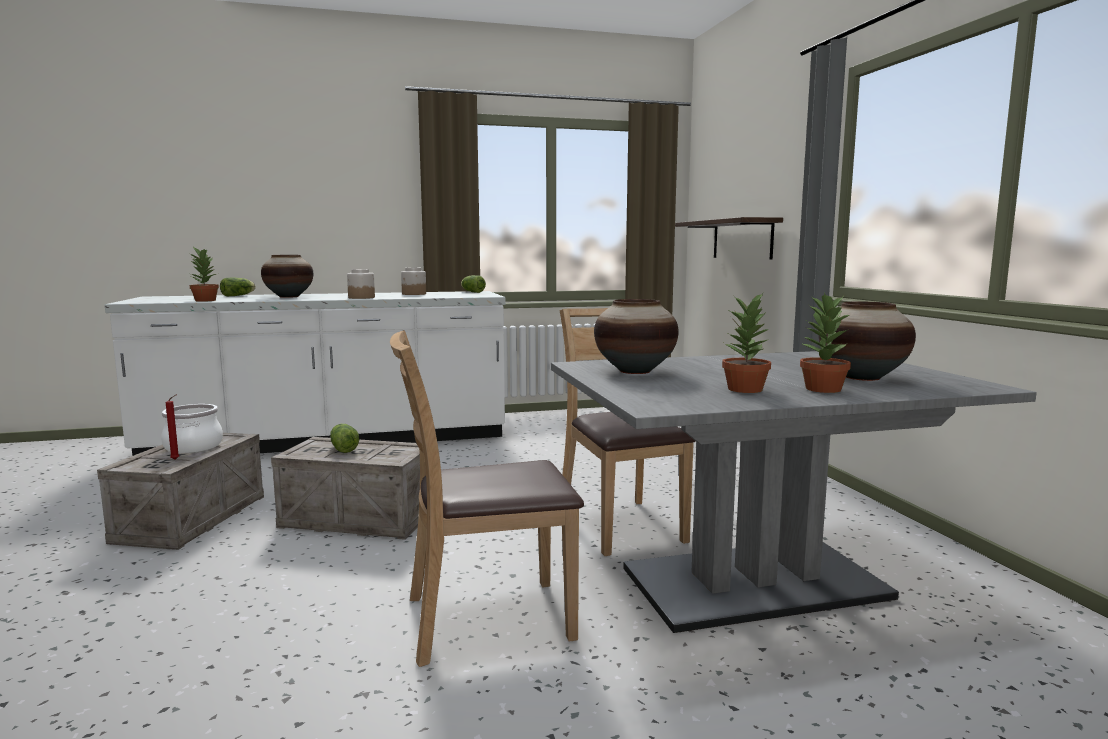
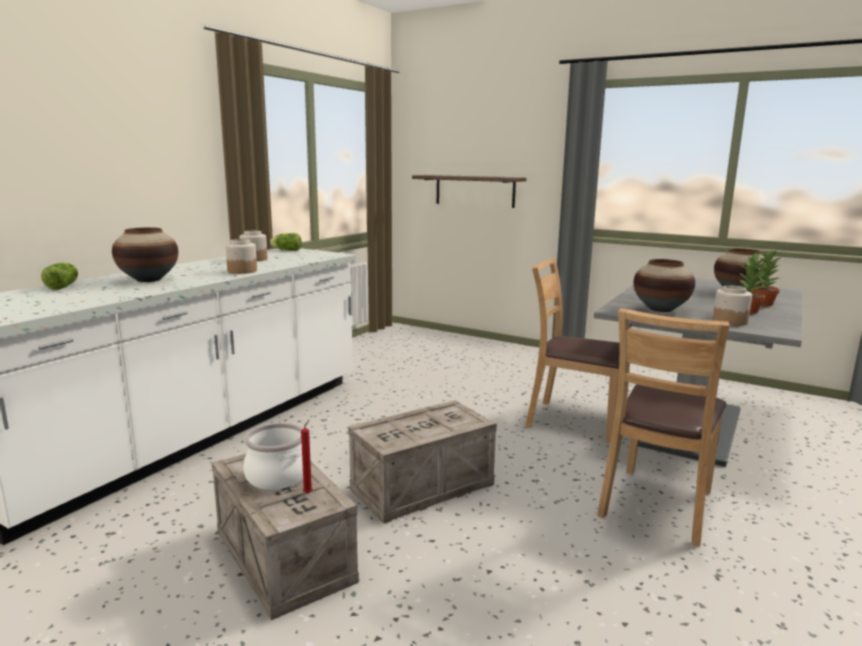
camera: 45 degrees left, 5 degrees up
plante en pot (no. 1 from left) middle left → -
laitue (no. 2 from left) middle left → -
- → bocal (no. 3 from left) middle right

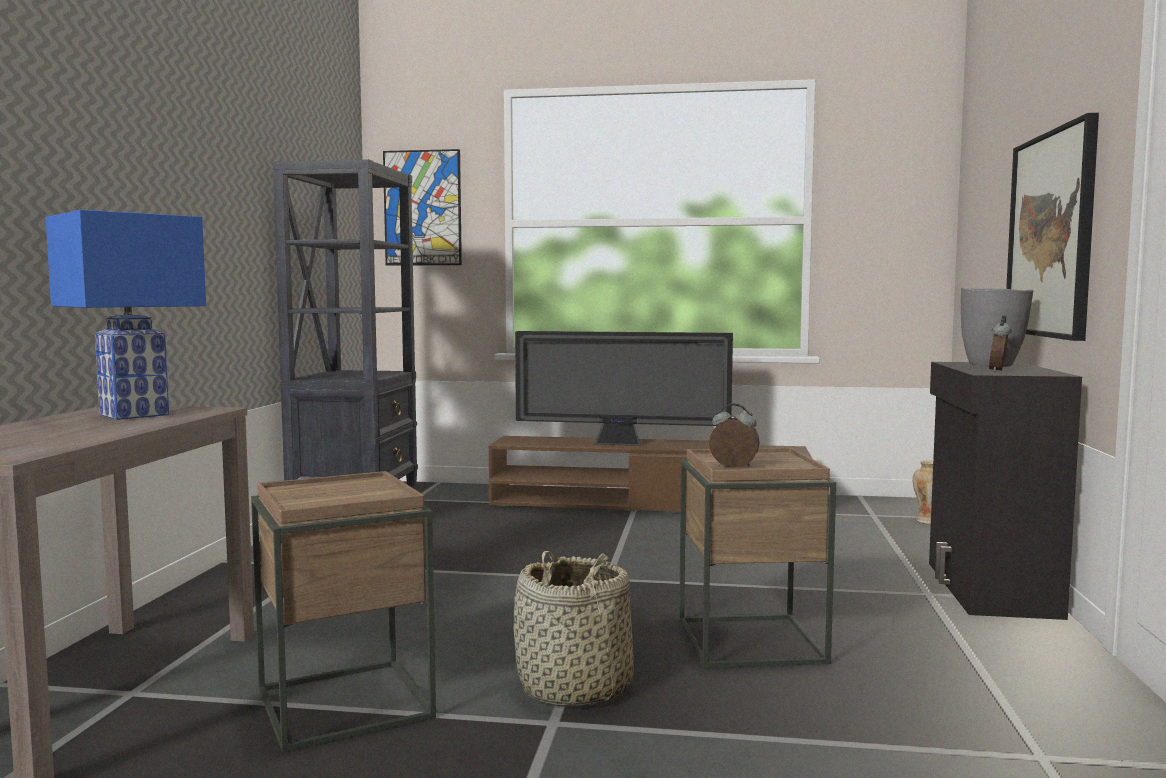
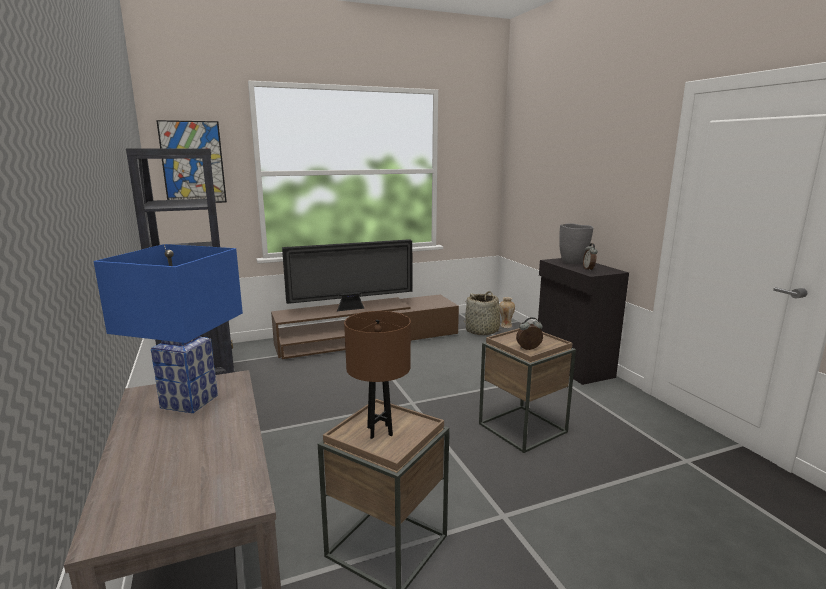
camera: 30 degrees left, 10 degrees up
tableau (no. 2 from left) top right → -
panier bottom centre → panier centre, relocated
- → lampe de table (marron) centre

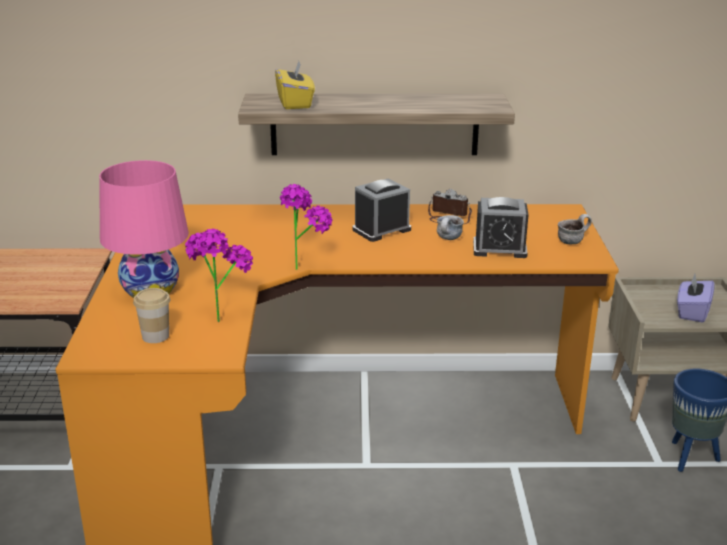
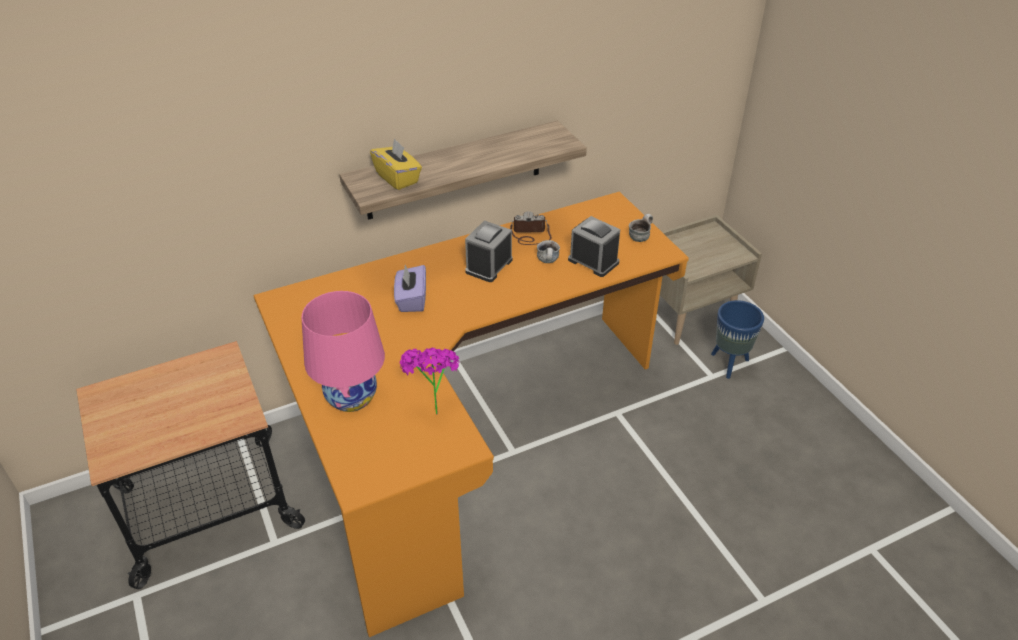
camera: 25 degrees left, 15 degrees up
plante en pot (no. 2 from left) centre → -
réveil (no. 2 from left) middle right → réveil (no. 2 from left) centre, 120 degrees counterclockwise
boîte à mouchoirs (violet) middle right → boîte à mouchoirs (violet) centre, relocated
tasse middle left → -

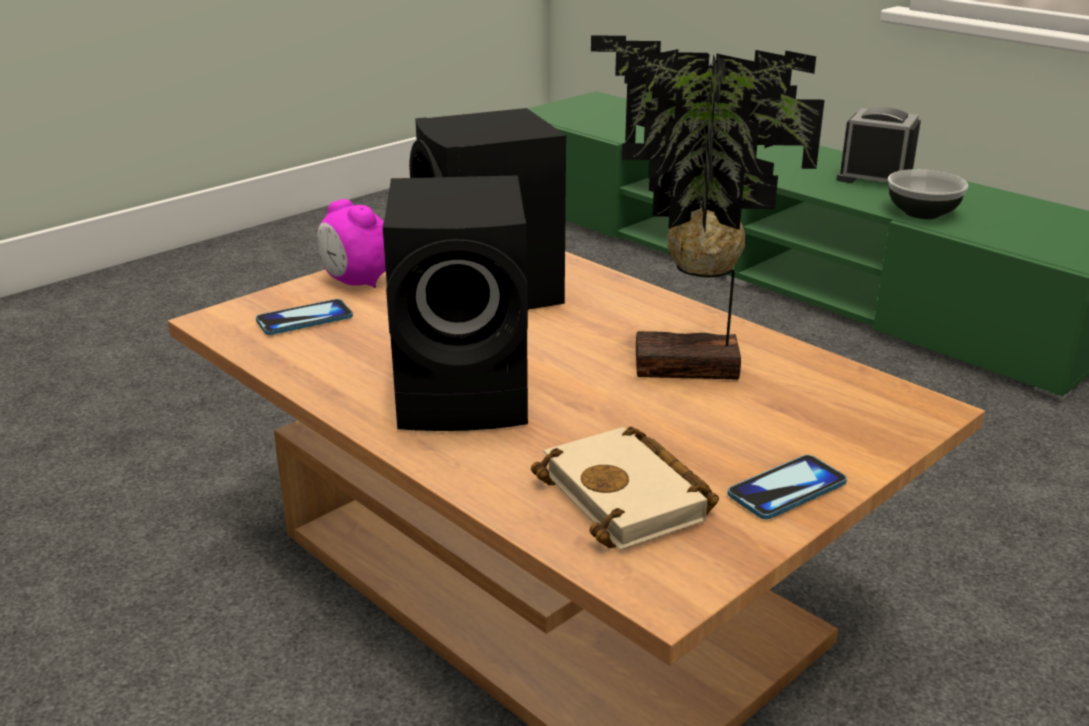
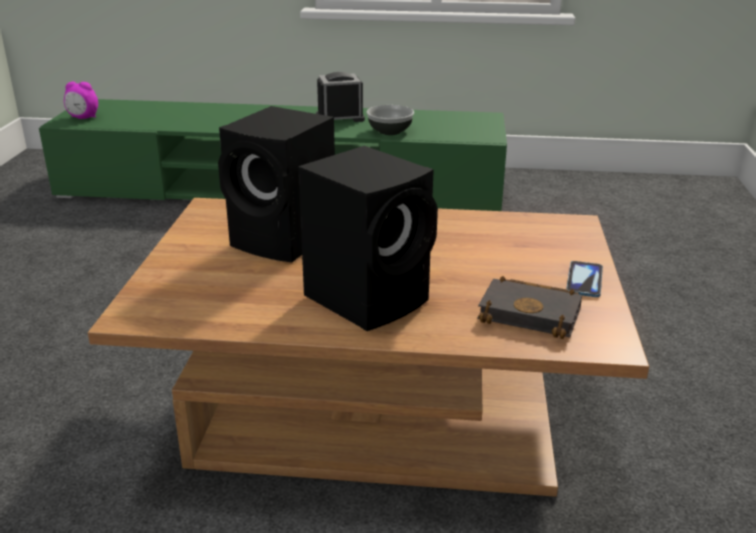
camera: 40 degrees left, 0 degrees up
plante en pot top centre → -
réveil (no. 1 from left) middle left → réveil (no. 1 from left) top left, relocated
téléphone (no. 1 from left) middle left → -
livre (beige) bottom centre → livre (noir) middle right

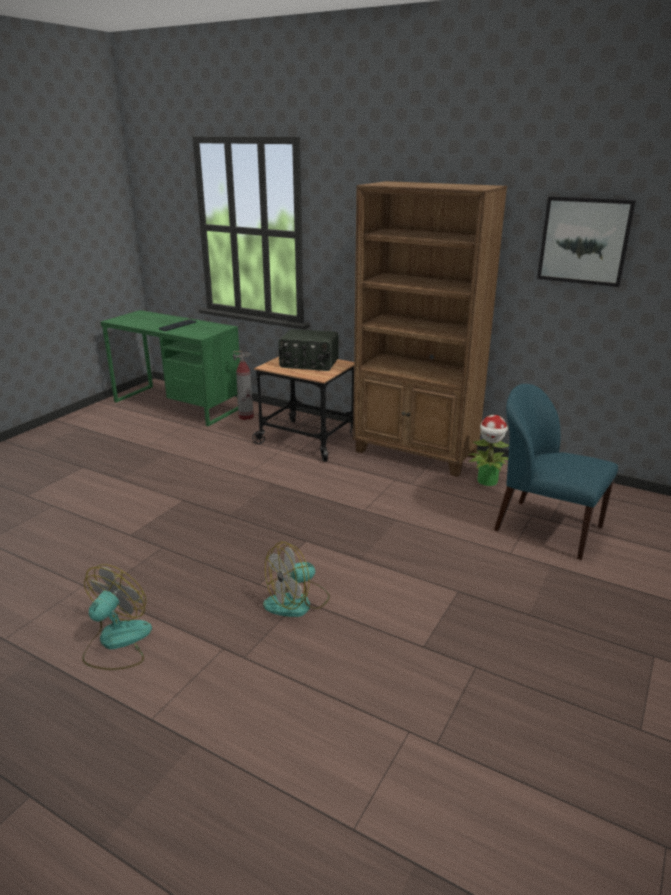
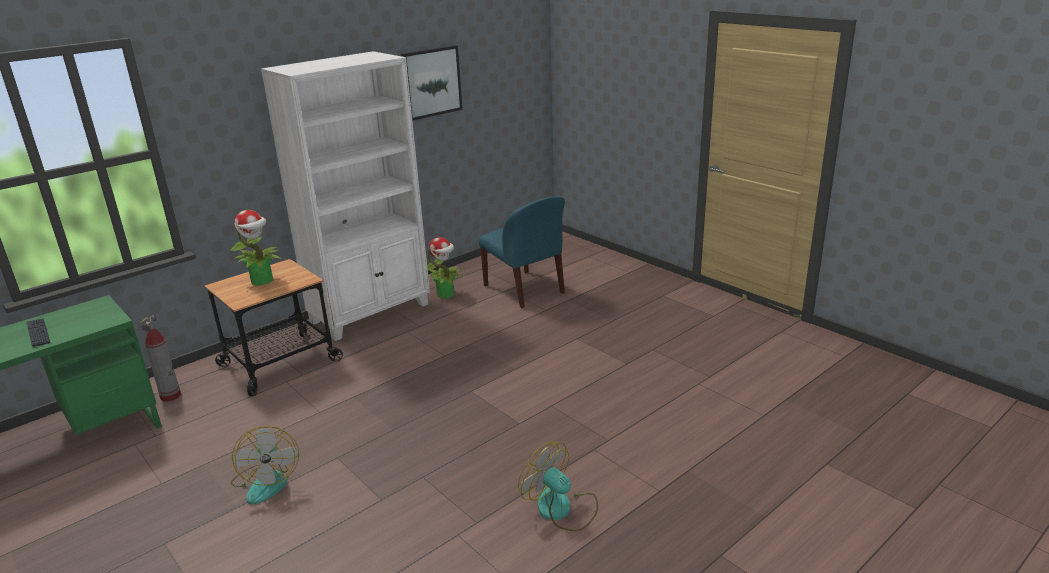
camera: 70 degrees left, 0 degrees up
bibliothèque (marron) centre → bibliothèque (blanc) middle left
radio centre → plante en pot (no. 1 from left) middle left
chaise (bleu) middle right → chaise (bleu) centre, 90 degrees counterclockwise
ventilateur (no. 2 from left in the first image) centre → ventilateur (no. 1 from left) bottom left, relocated

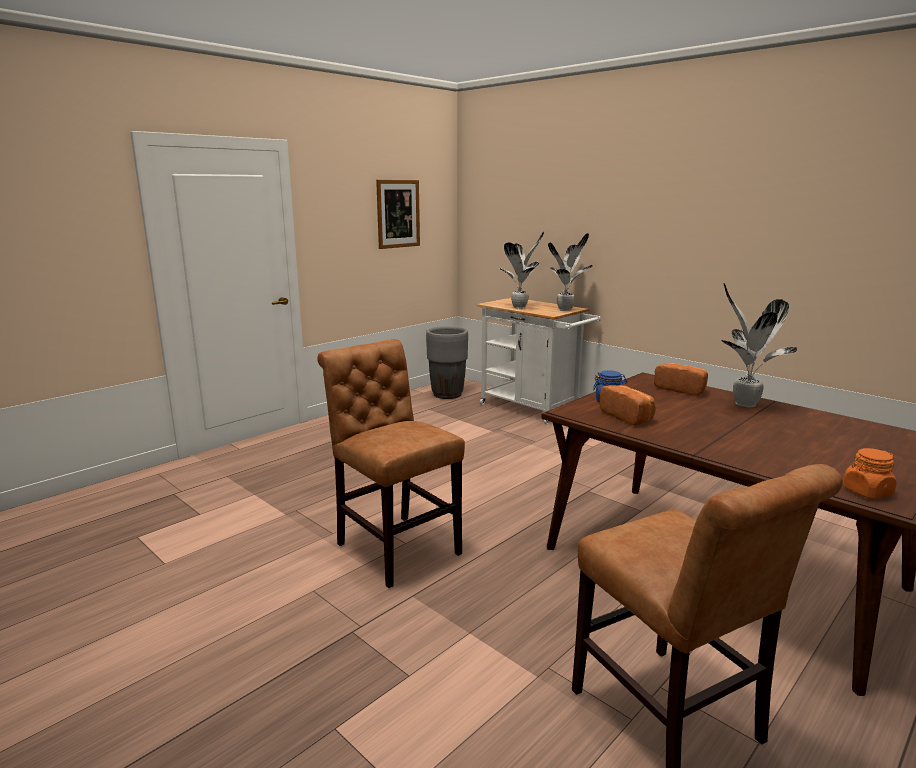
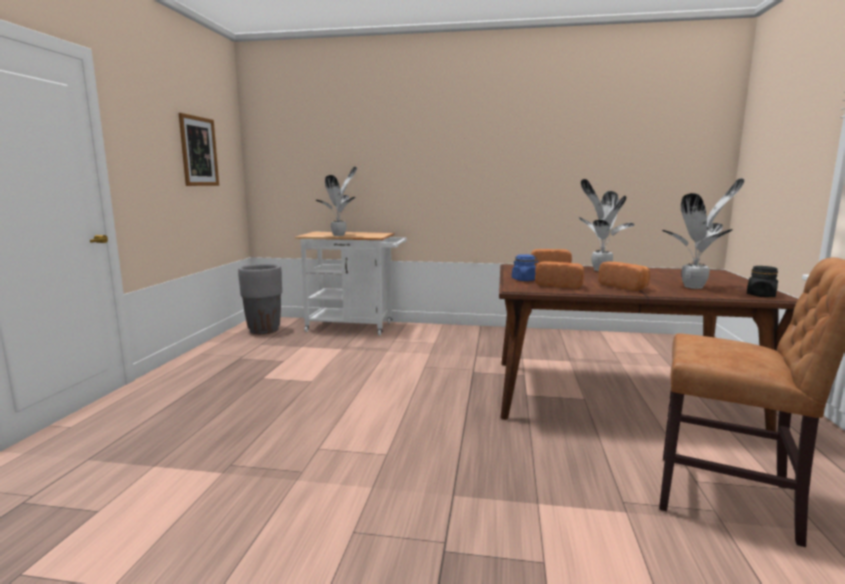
camera: 35 degrees left, 5 degrees down
plante en pot (no. 2 from left in the first image) centre → plante en pot (no. 3 from left) middle right, relocated
chaise (marron) (no. 1 from left) centre → -
bocal (orange) middle right → bocal (noir) middle right
- → pain (no. 3 from left) middle right

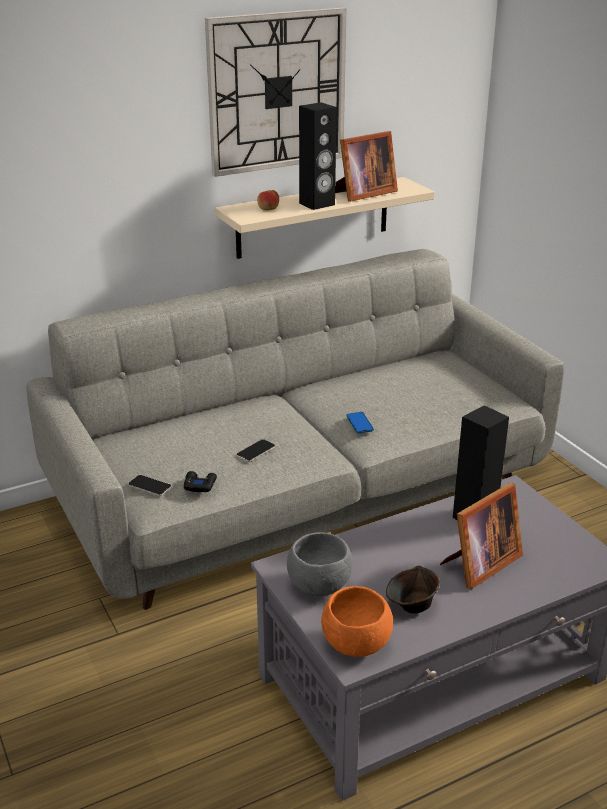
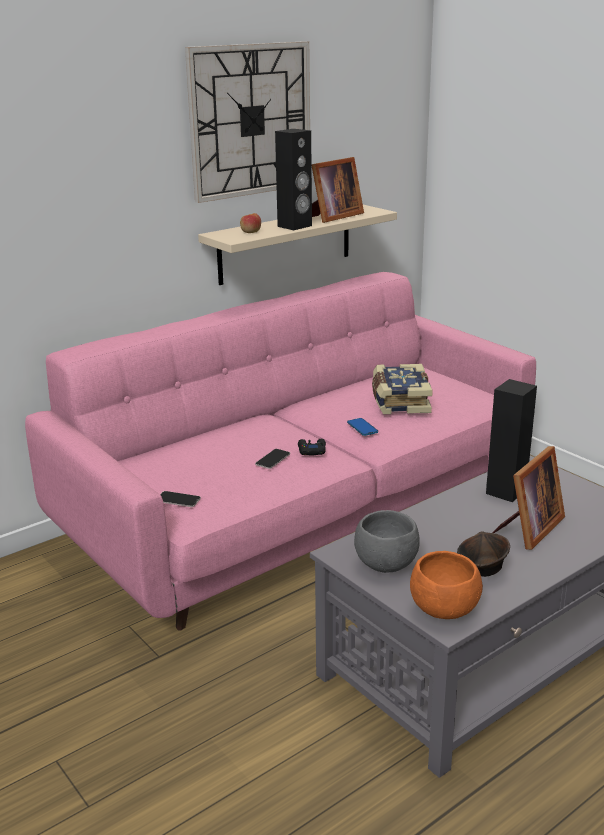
camera: 10 degrees left, 5 degrees down
canapé (gris) centre → canapé (rose) centre
manette (noir) middle left → manette (noir) centre, relocated
- → livre centre

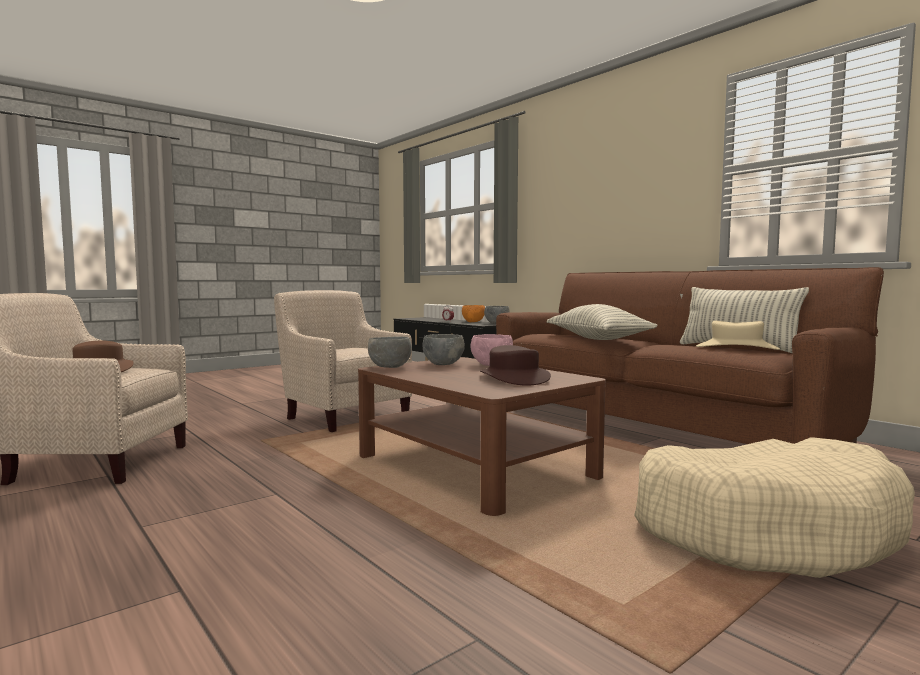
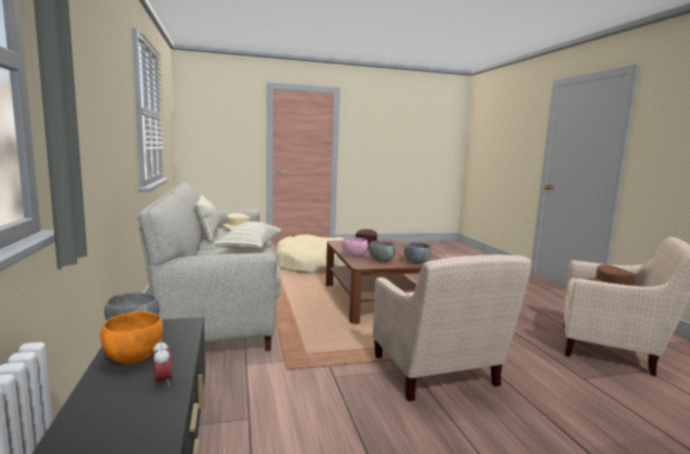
camera: 155 degrees left, 5 degrees up
canapé (marron) middle right → canapé (gris) middle left

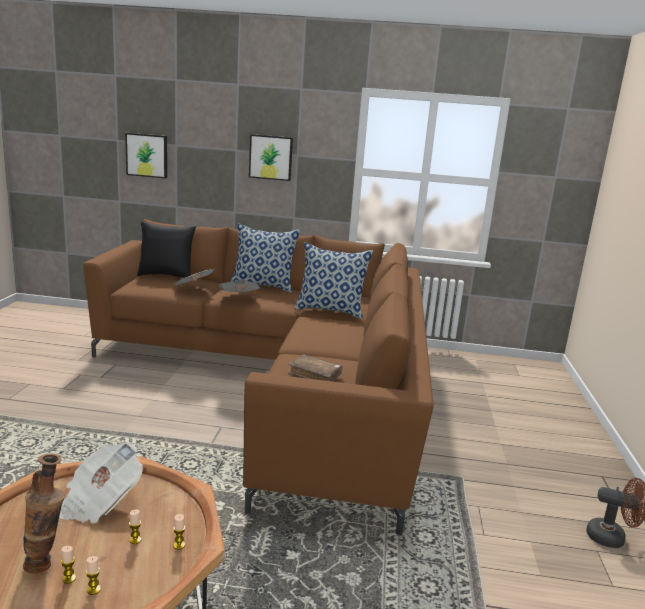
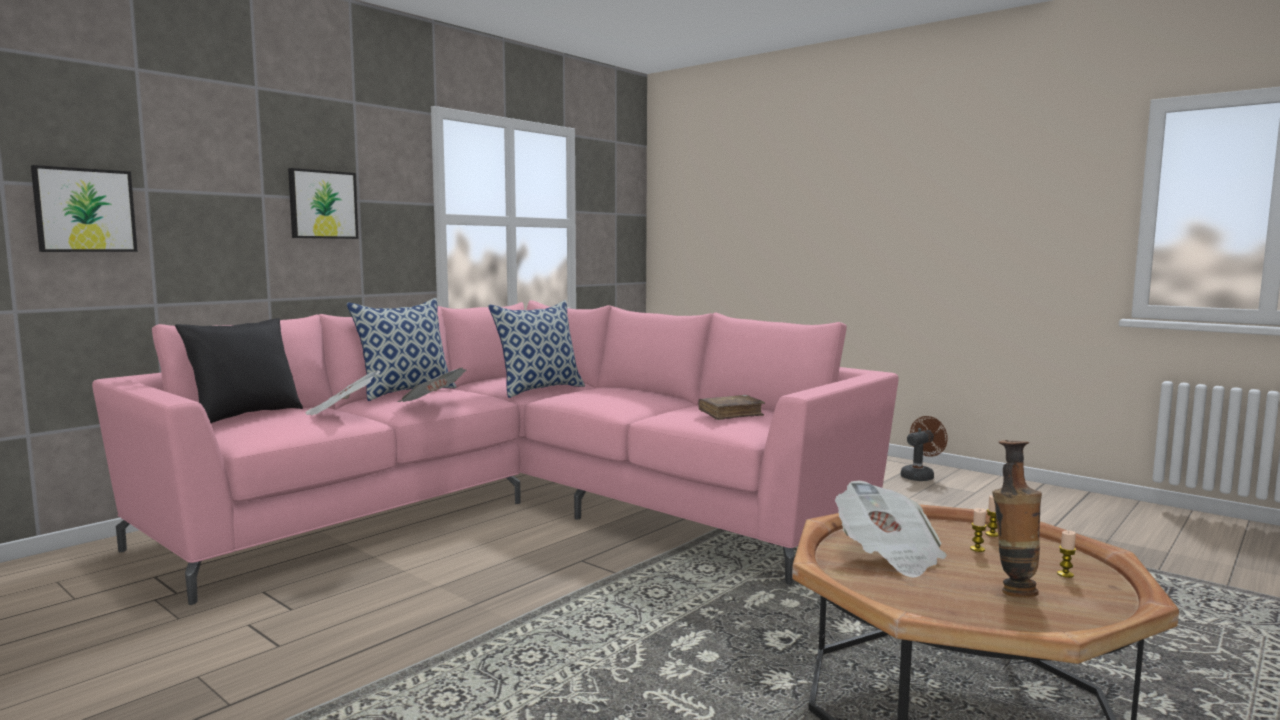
camera: 55 degrees left, 10 degrees down
canapé (marron) centre → canapé (rose) centre
bougie (no. 1 from left) bottom left → -

